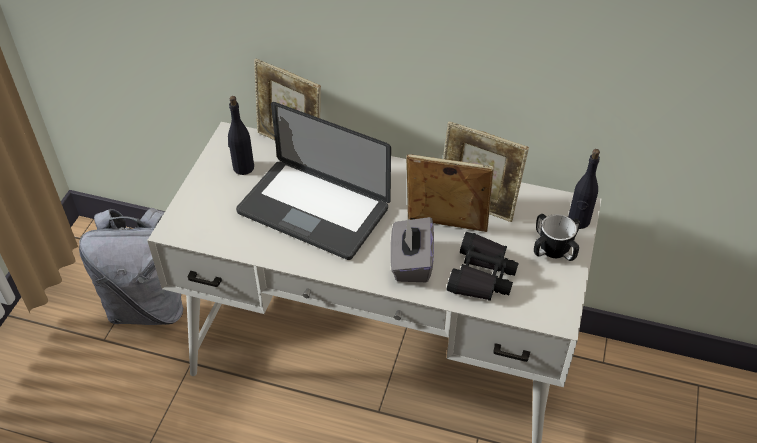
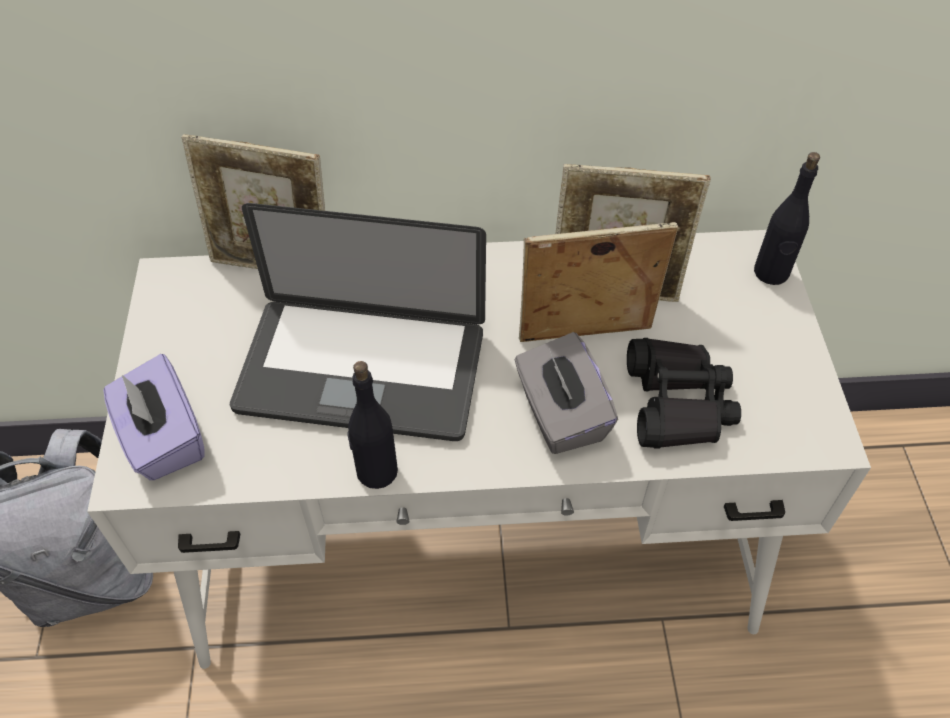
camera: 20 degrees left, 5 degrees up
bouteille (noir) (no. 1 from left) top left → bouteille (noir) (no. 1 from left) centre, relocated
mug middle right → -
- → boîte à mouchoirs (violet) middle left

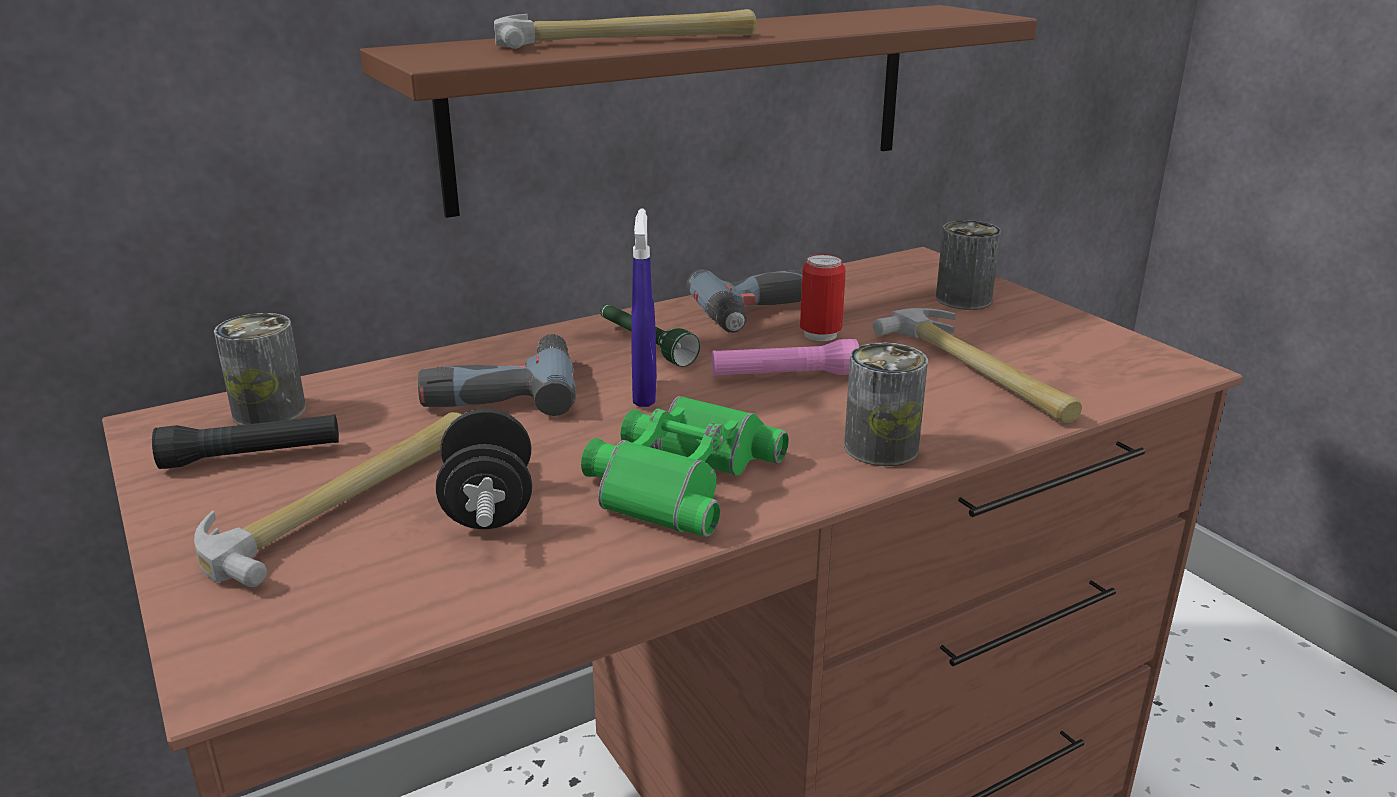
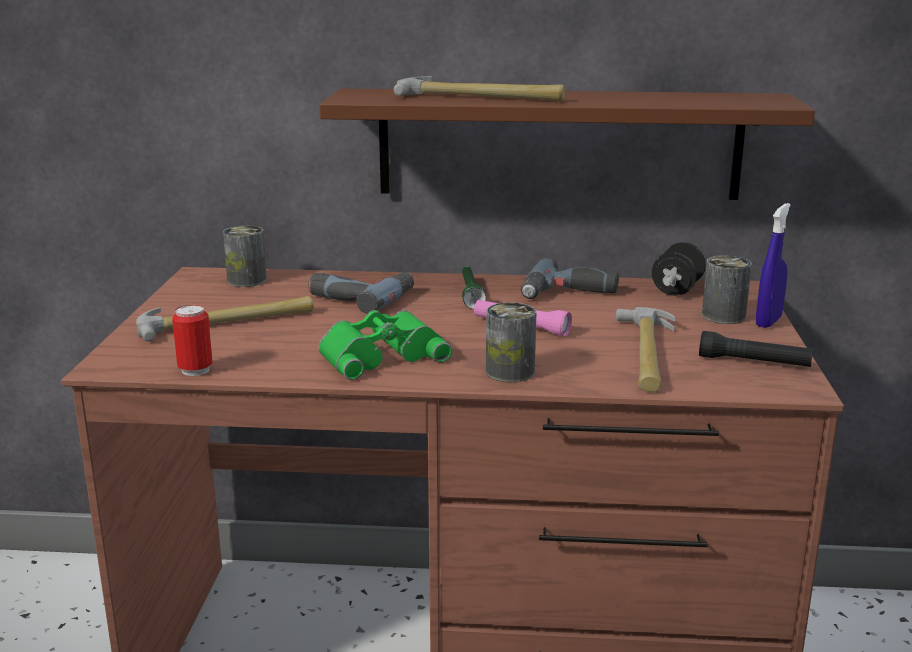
camera: 35 degrees right, 5 degrees down
vaporisateur (bleu) centre → vaporisateur (bleu) middle right, relocated
boîte métallique (no. 2 from left in the first image) centre → boîte métallique (no. 1 from left) middle left, relocated
haltère (noir) centre → haltère (noir) middle right, relocated
lampe de poche (noir) middle left → lampe de poche (noir) middle right, relocated

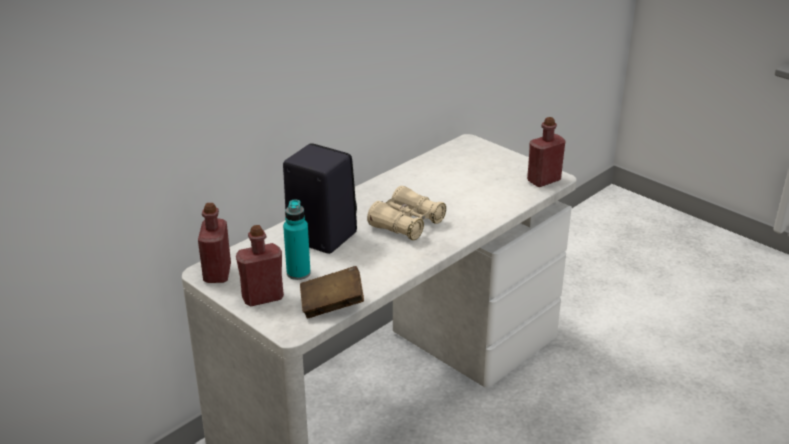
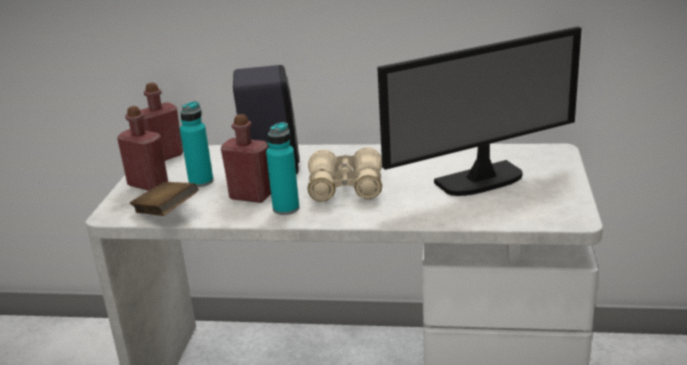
camera: 55 degrees right, 5 degrees down
bouteille (rouge) (no. 3 from left) middle right → bouteille (rouge) (no. 3 from left) centre, relocated
- → écran d'ordinateur top right
- → bouteille (turquoise) (no. 2 from left) centre

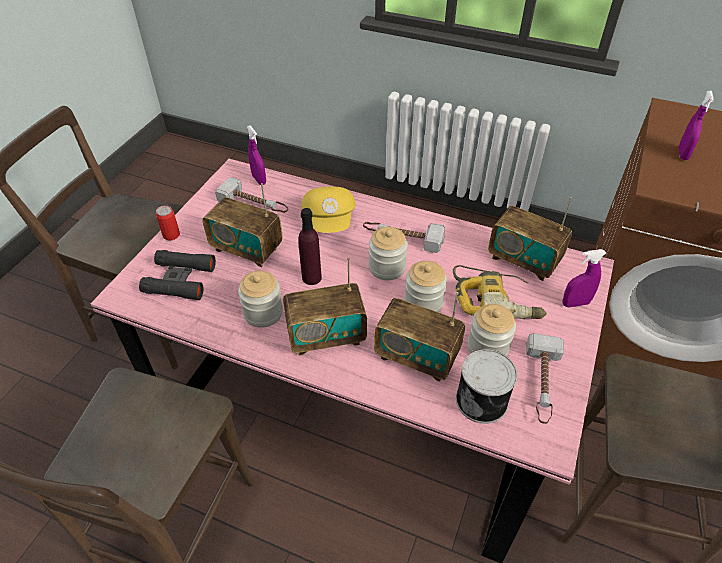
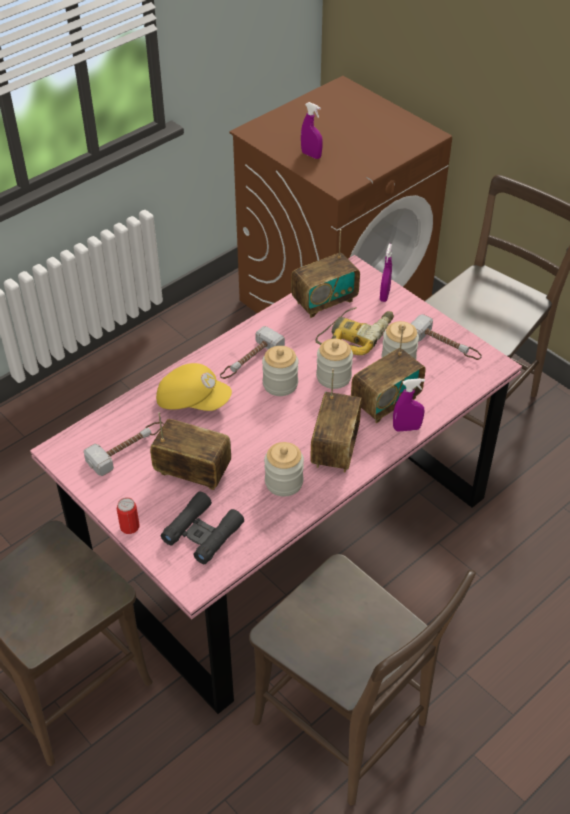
camera: 65 degrees left, 0 degrees up
vaporisateur (violet) (no. 1 from left in the first image) top centre → vaporisateur (violet) (no. 3 from left) middle right, relocated
radio (no. 1 from left) centre, 120 degrees counterclockwise
bouteille (violet) centre → -
boîte métallique (no. 2 from left) bottom right → -

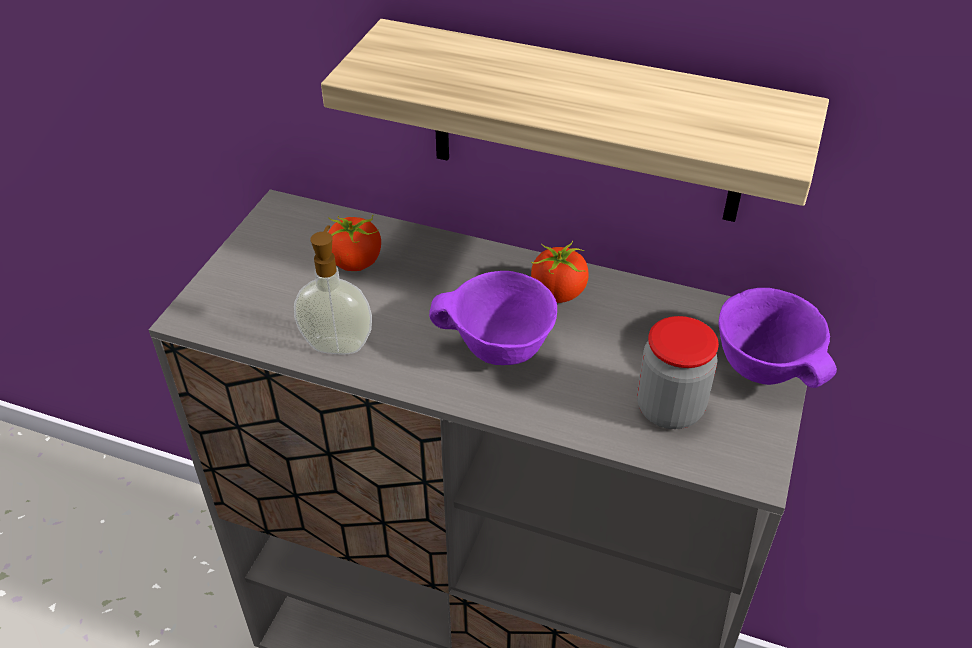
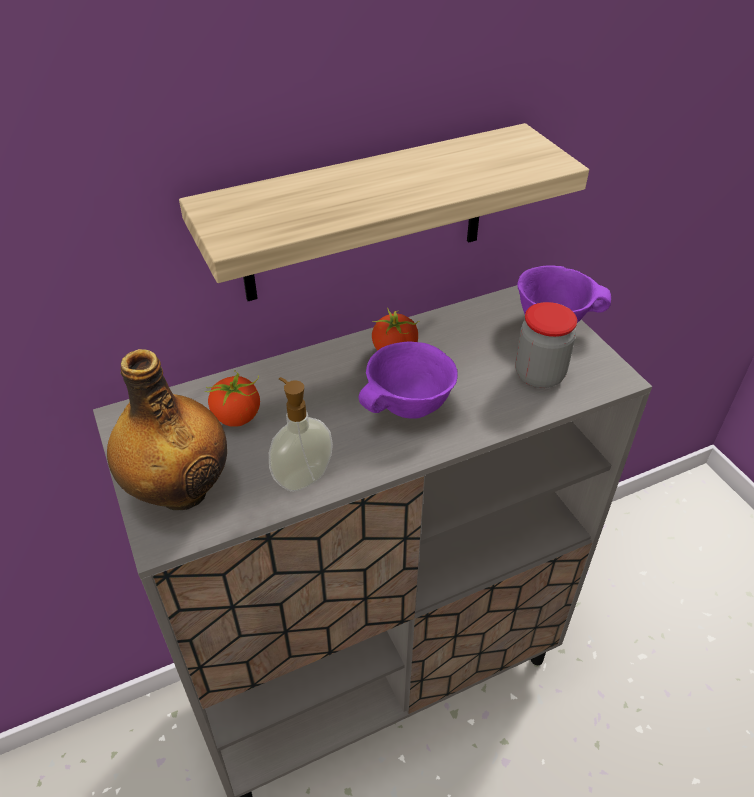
camera: 45 degrees left, 0 degrees up
- → bouteille middle left

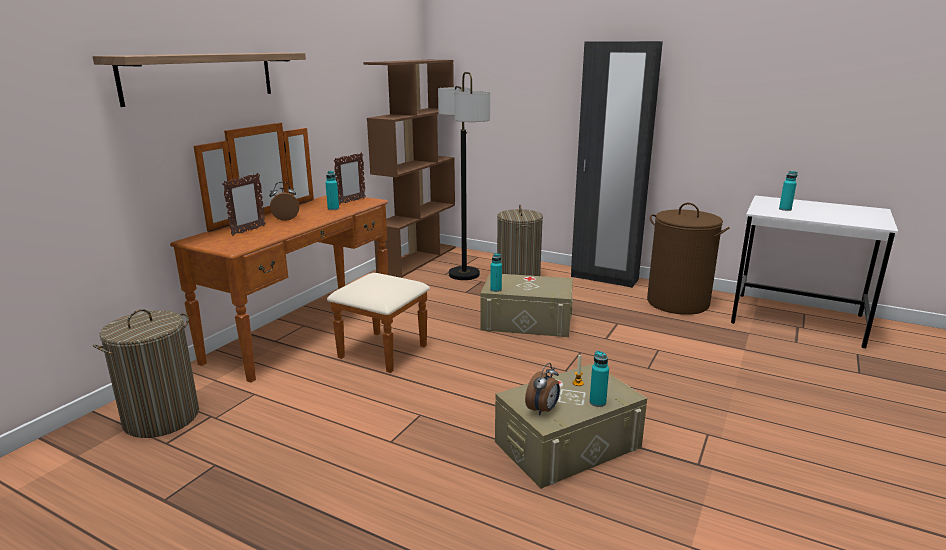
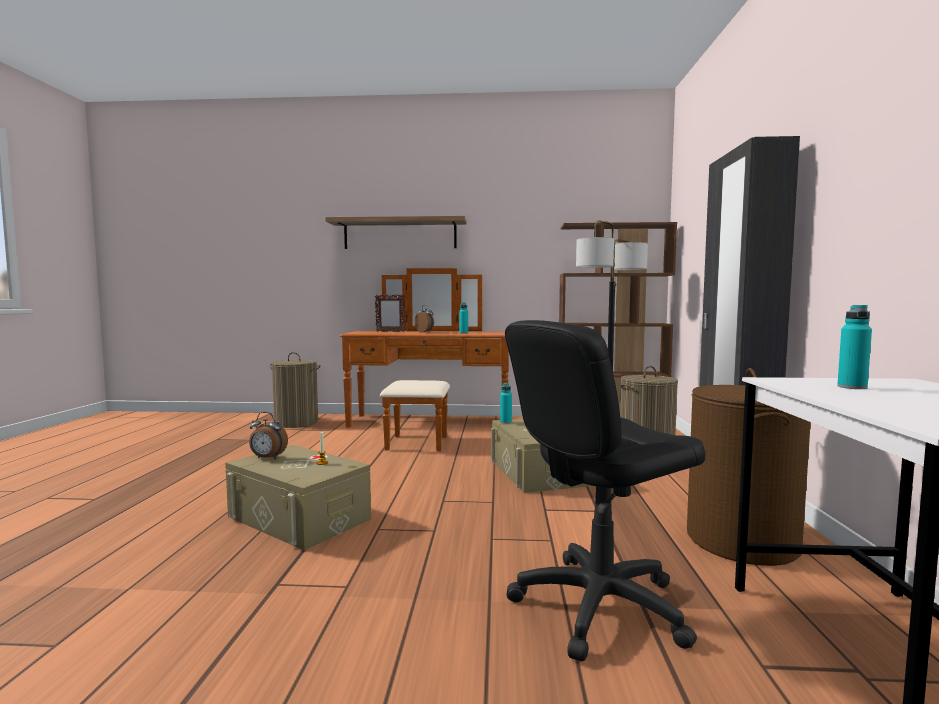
camera: 65 degrees right, 15 degrees down
cadre photo (no. 2 from left) top centre → -
bouteille (turquoise) (no. 3 from left) bottom centre → -
- → chaise de bureau (noir) bottom centre

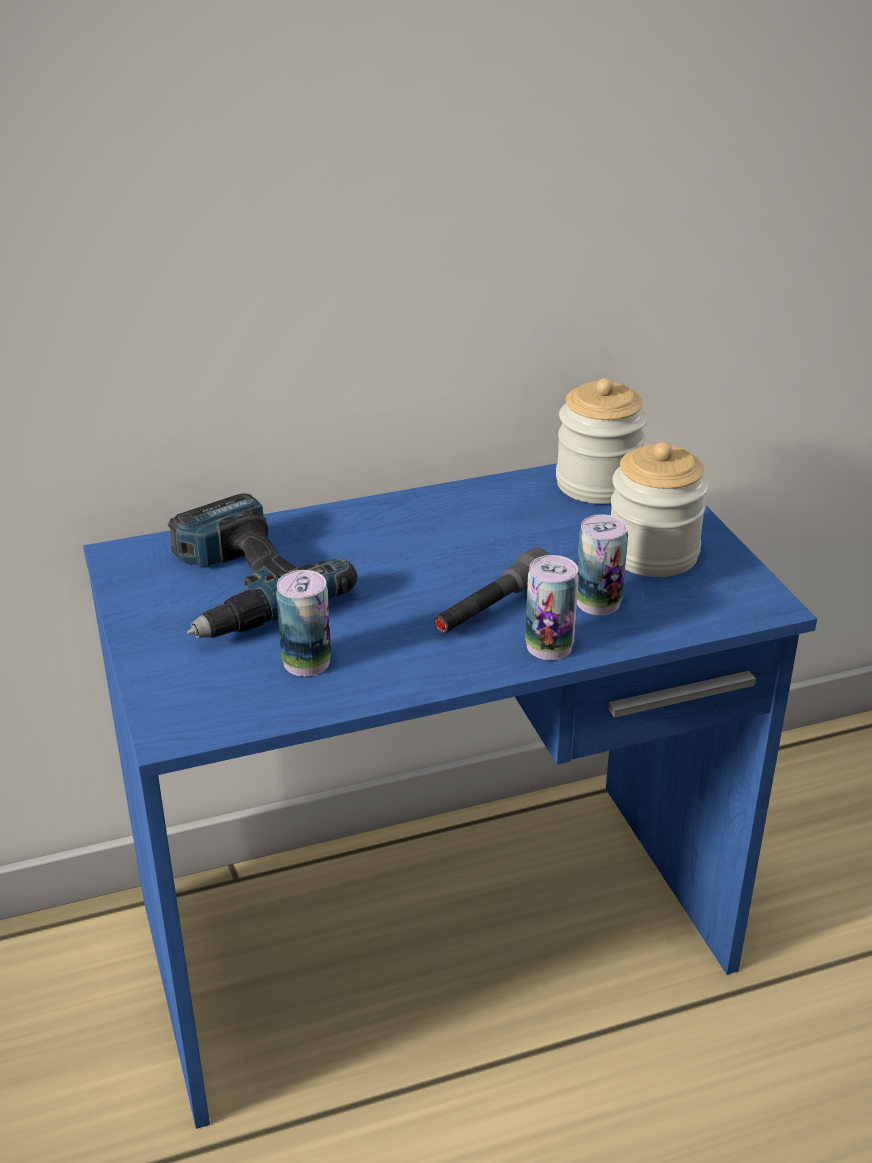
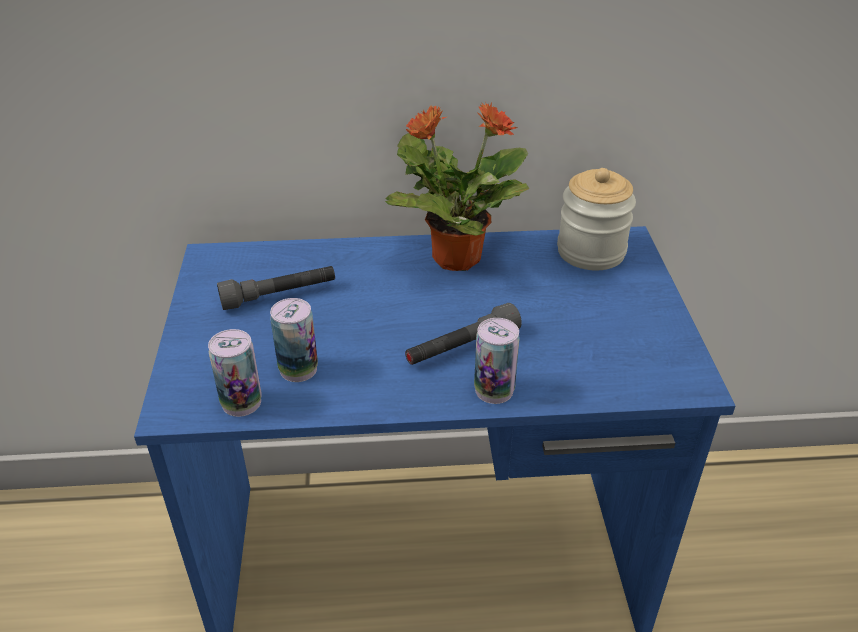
camera: 15 degrees right, 5 degrees up
bocal (no. 2 from left) middle right → -
perceuse middle left → lampe de poche (gris) (no. 1 from left) middle left
boîte métallique (no. 3 from left in the first image) middle right → boîte métallique (no. 1 from left) middle left, relocated
- → plante en pot top centre

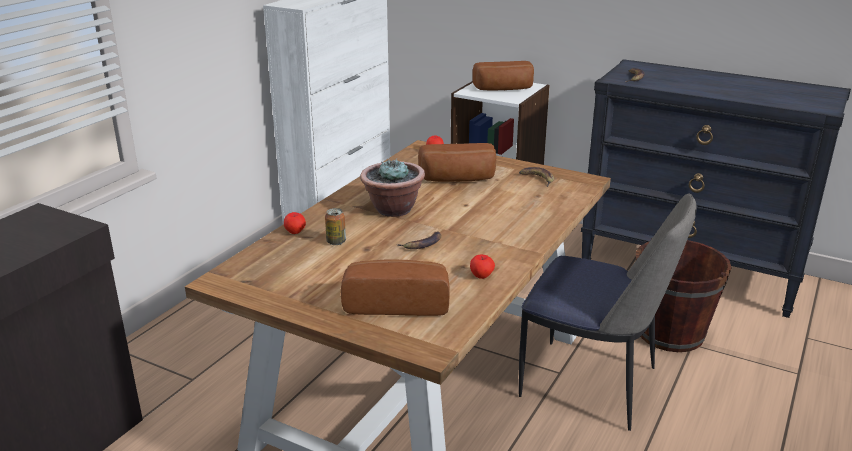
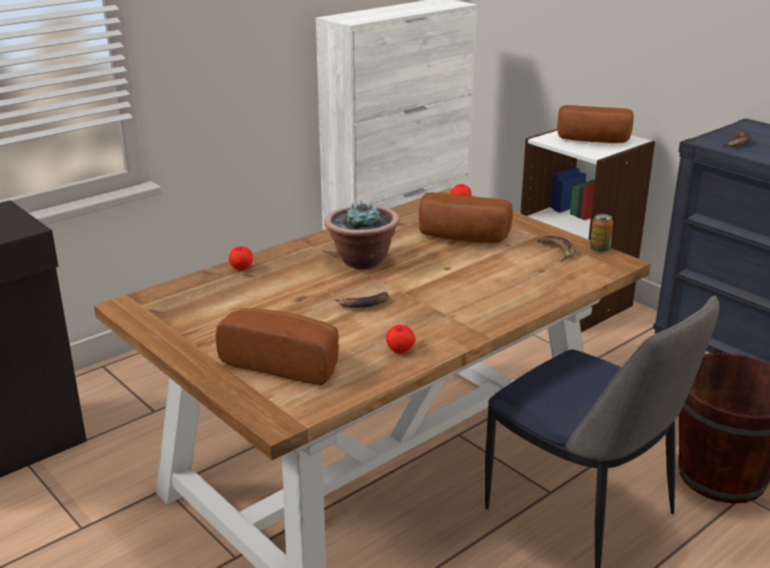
camera: 20 degrees right, 0 degrees up
boîte métallique centre → boîte métallique middle right, relocated

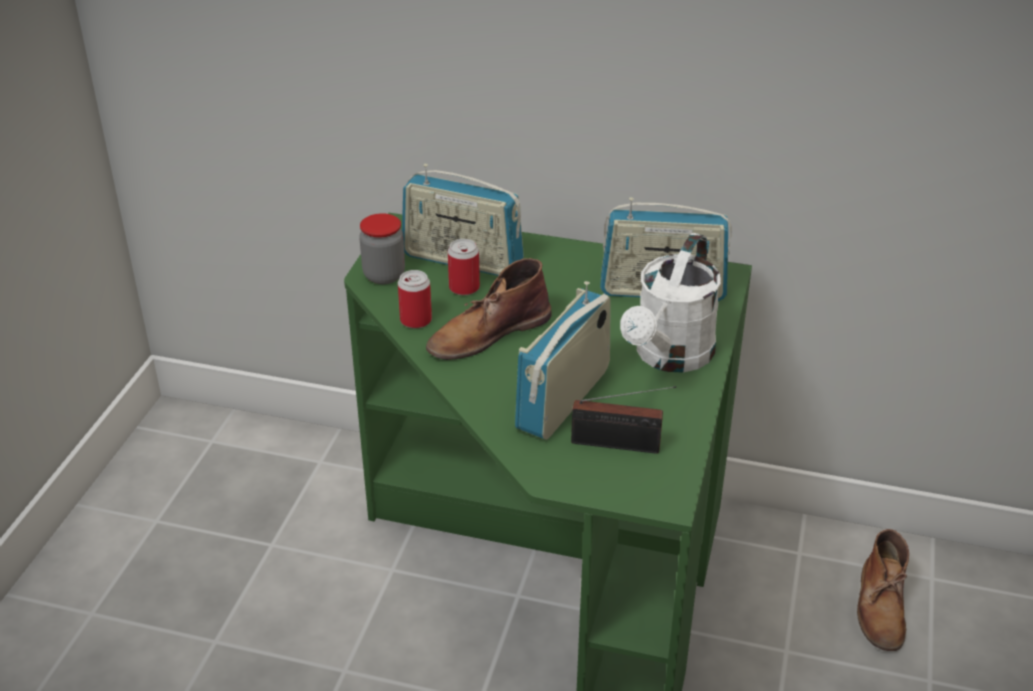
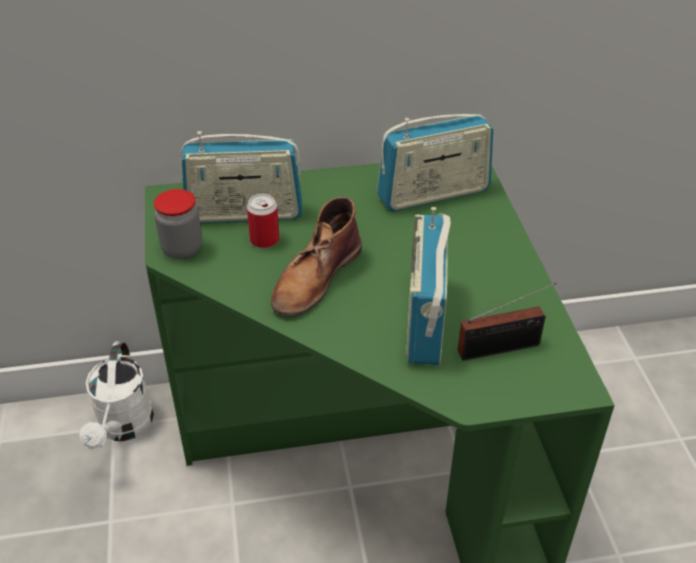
camera: 25 degrees left, 5 degrees up
arrosoir (blanc) centre → arrosoir (blanc) bottom left, relocated
boîte métallique (no. 1 from left) centre → -
botte (marron) (no. 2 from left) bottom right → -

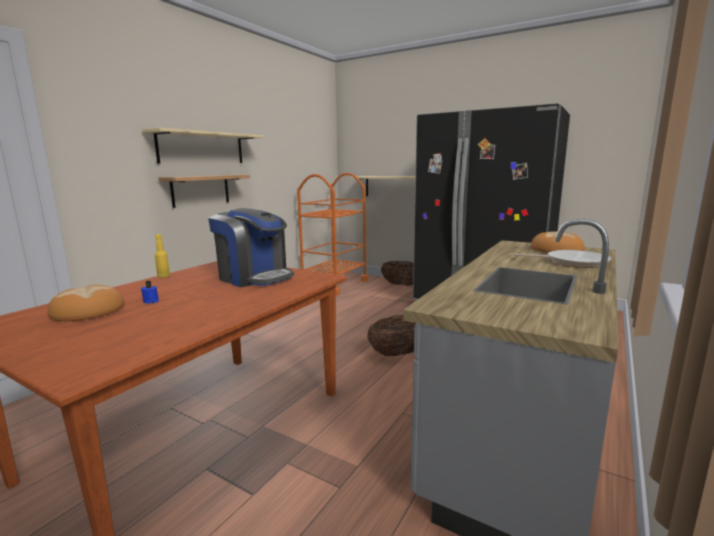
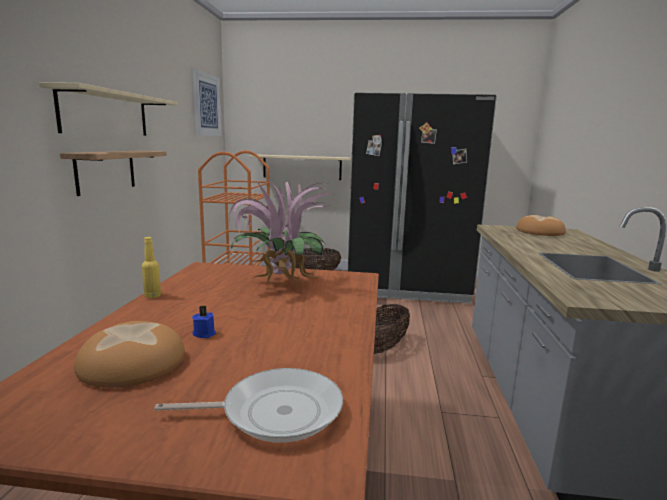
camera: 25 degrees left, 0 degrees up
machine à café centre → plante en pot centre
poêle middle right → poêle bottom centre, relocated
- → tableau top left

